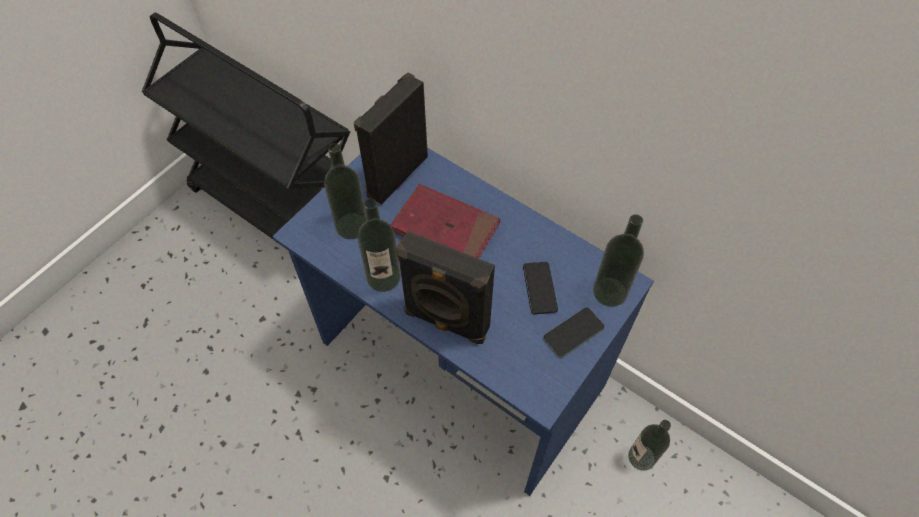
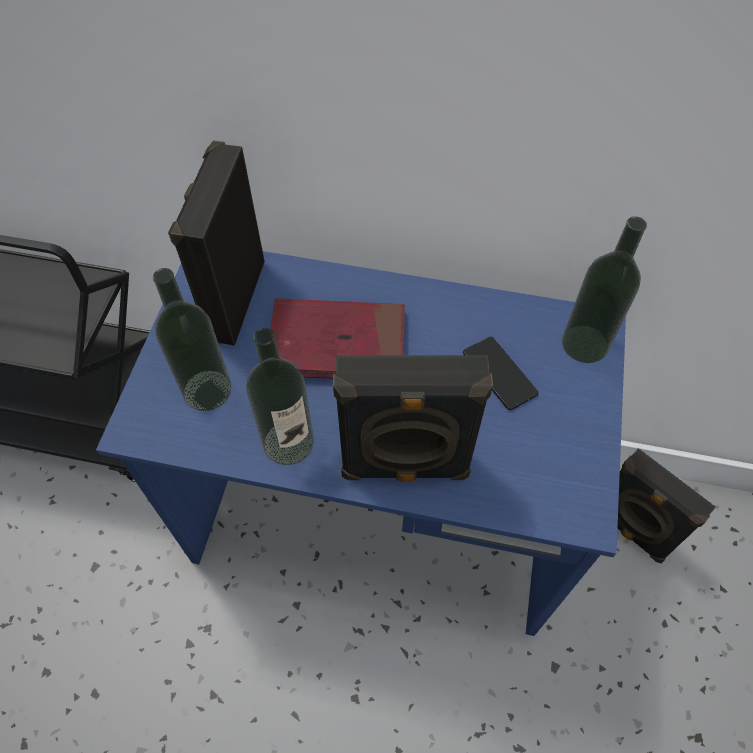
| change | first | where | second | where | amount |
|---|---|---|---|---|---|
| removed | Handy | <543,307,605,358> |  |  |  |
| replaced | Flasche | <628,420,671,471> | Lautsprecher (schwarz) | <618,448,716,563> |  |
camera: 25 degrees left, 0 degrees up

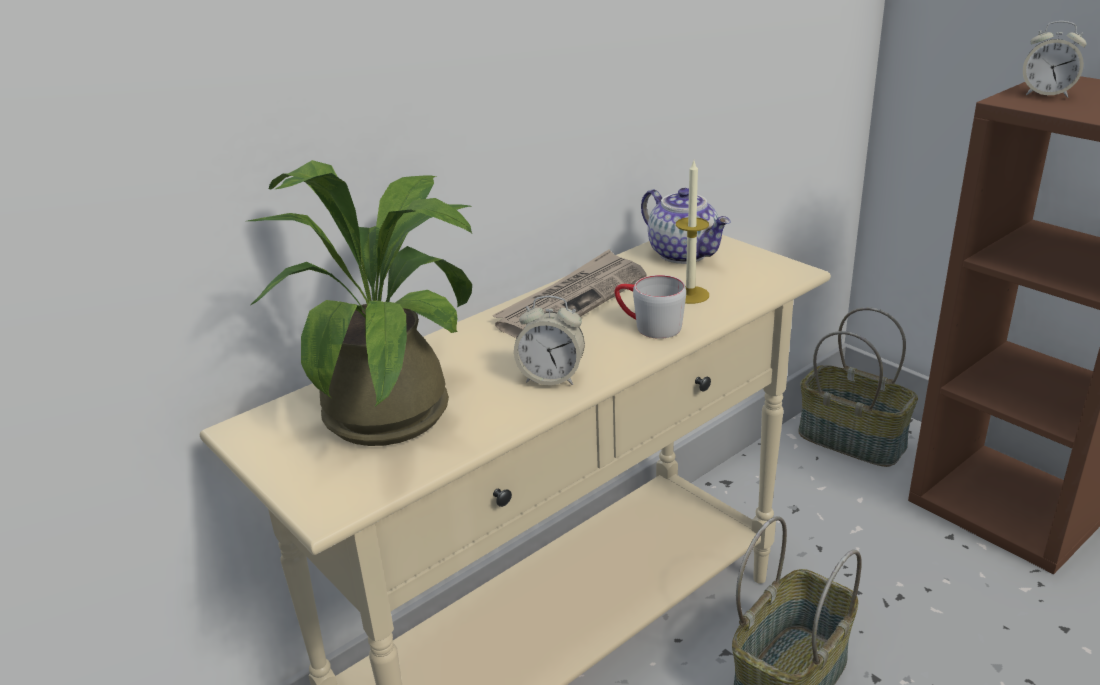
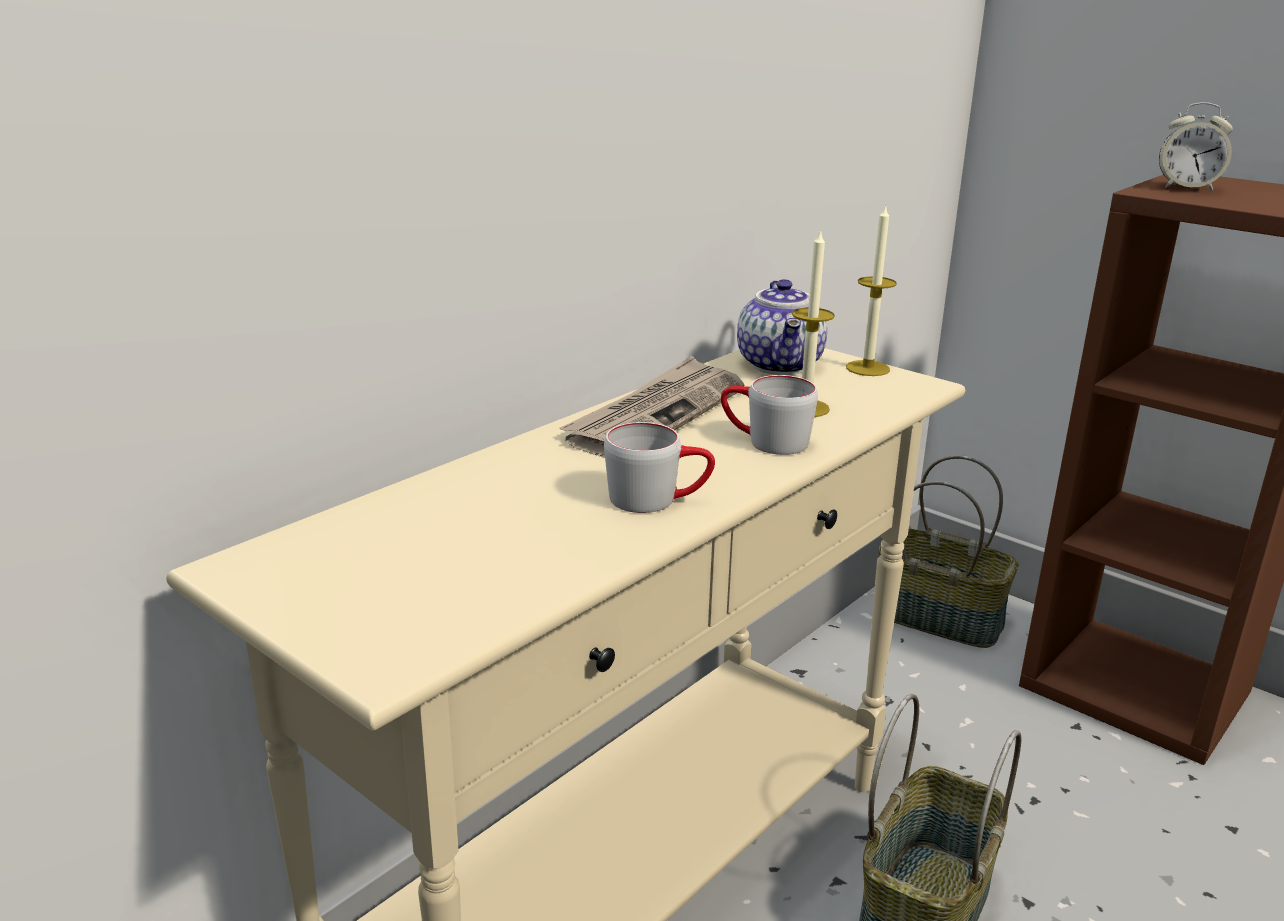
| change | first | where | second | where | amount |
|---|---|---|---|---|---|
| removed | Topfpflanze | <248,160,472,446> |  |  |  |
| added |  |  | Kerze | <846,204,897,376> |  |
| replaced | Wecker | <514,296,585,385> | Henkelbecher (grau) | <604,422,715,513> |  |
| turned | Teekanne | <641,188,731,264> |  | <737,279,827,375> | 45 degrees clockwise |
camera: 10 degrees left, 5 degrees down

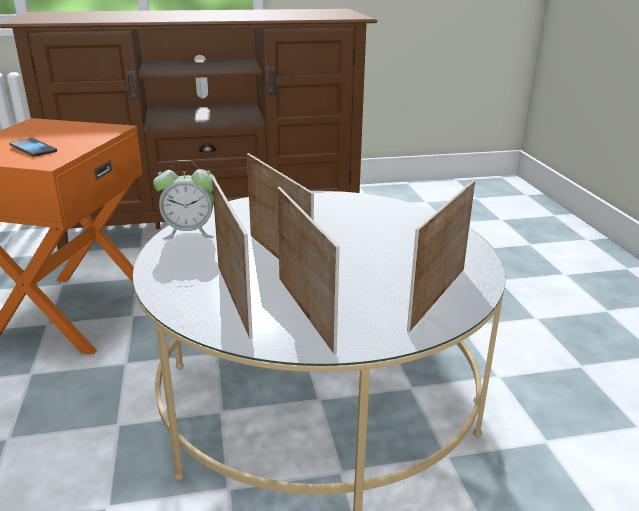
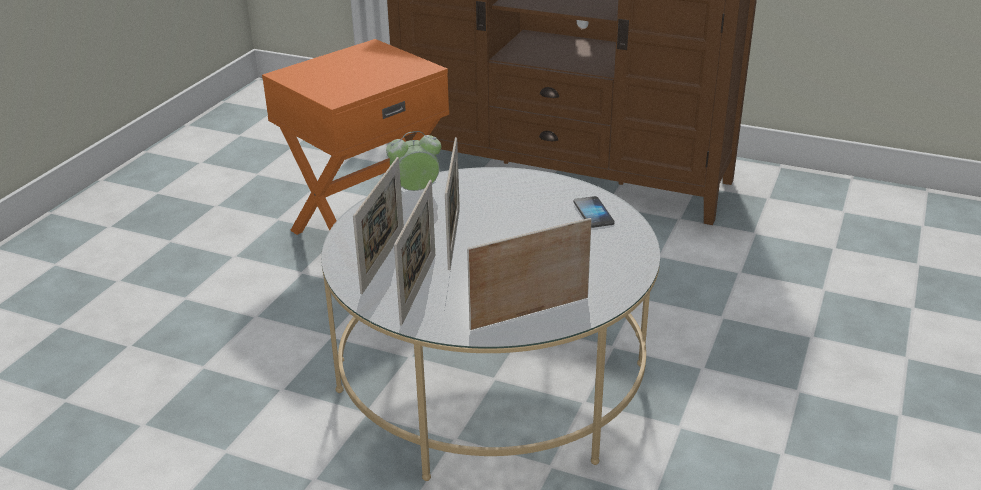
| change | first | where | second | where | amount |
|---|---|---|---|---|---|
| moved | Handy | <9,138,57,157> |  | <573,196,615,228> |  |
| turned | Wecker | <153,160,216,239> |  | <386,131,441,191> | 135 degrees clockwise |
camera: 35 degrees right, 5 degrees up

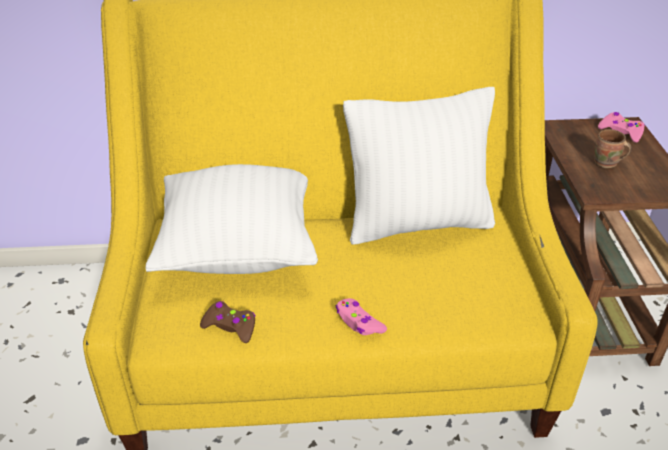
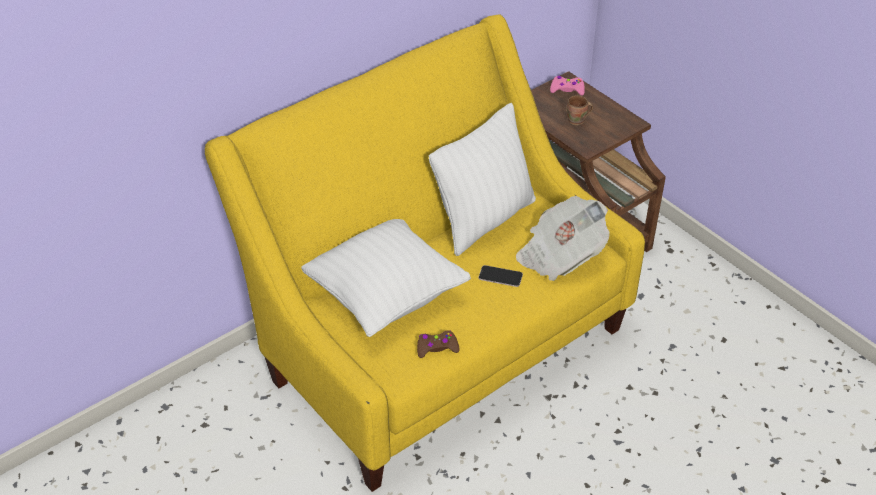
| change | first | where | second | where | amount |
|---|---|---|---|---|---|
| removed | Gamepad (rosa) | <336,298,387,335> |  |  |  |
| added |  |  | Handy | <479,265,523,287> |  |
| added |  |  | Zeitung | <516,196,610,281> |  |
camera: 35 degrees left, 5 degrees up

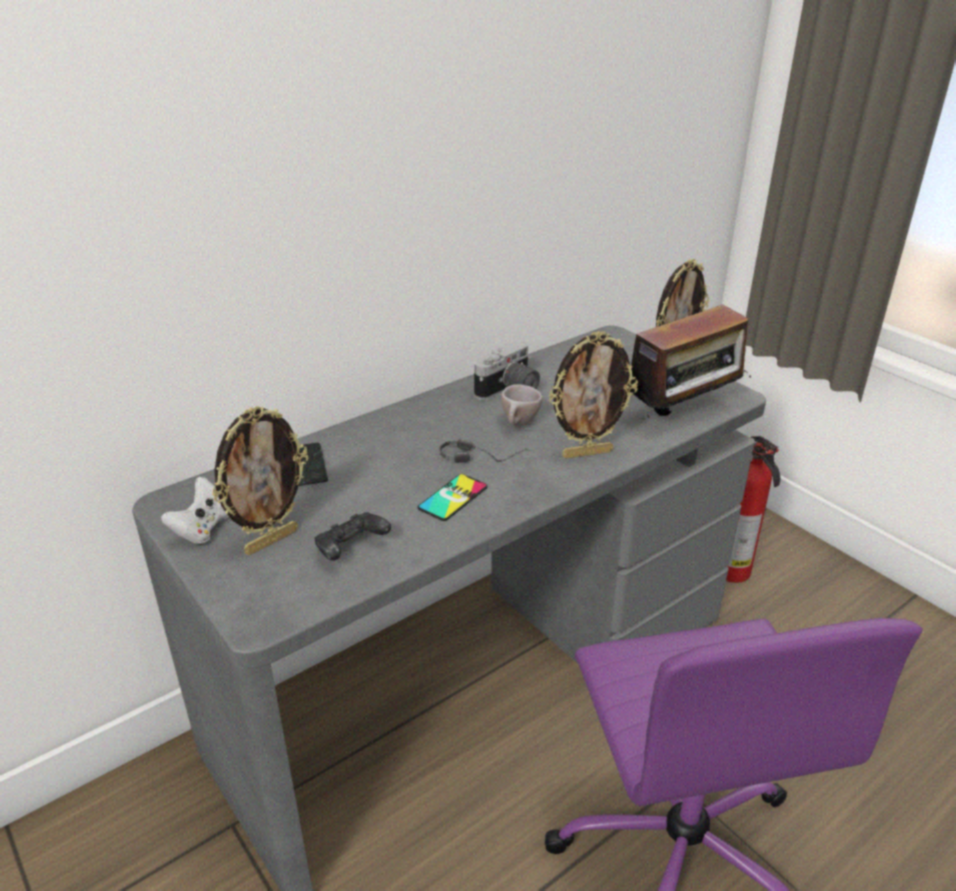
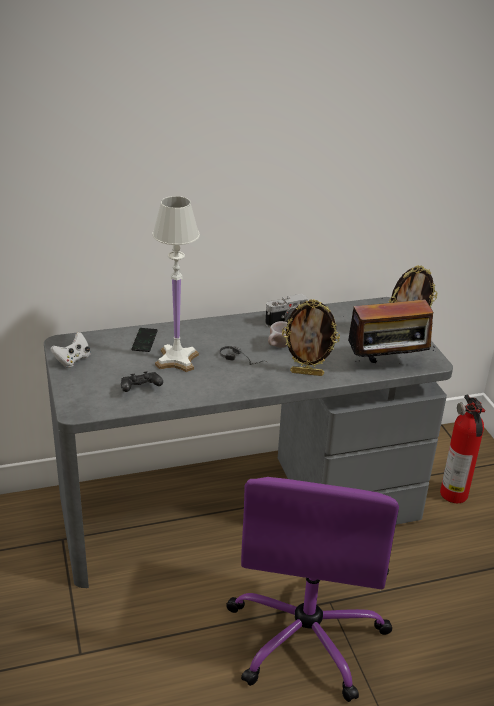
| change | first | where | second | where | amount |
|---|---|---|---|---|---|
| removed | Bilderrahmen | <212,406,308,555> |  |  |  |
| removed | Handy | <417,474,487,521> |  |  |  |
| added |  |  | Tischlampe (weiß) | <152,196,200,372> |  |
camera: 20 degrees right, 0 degrees up

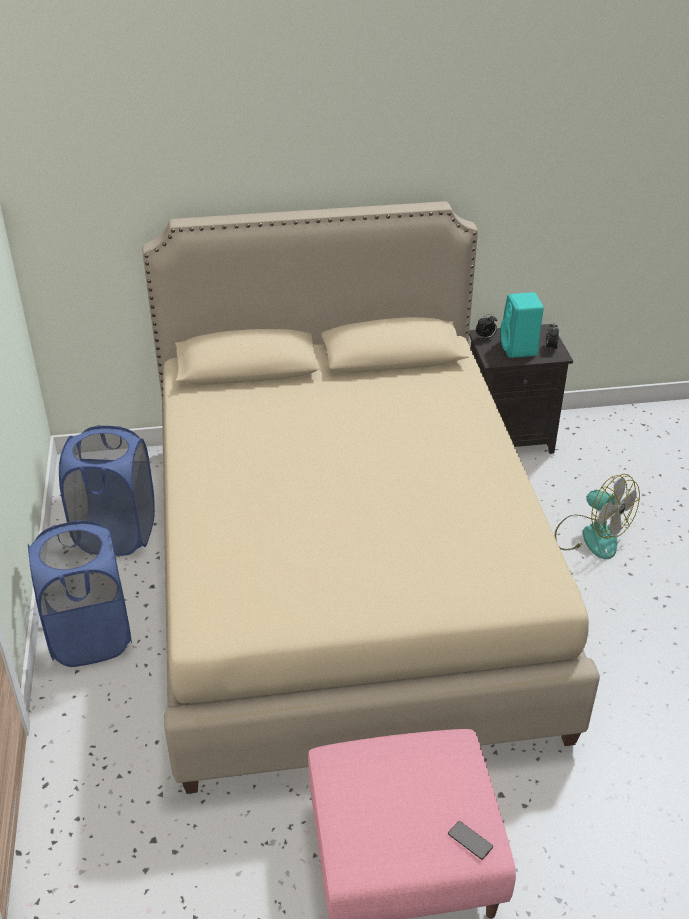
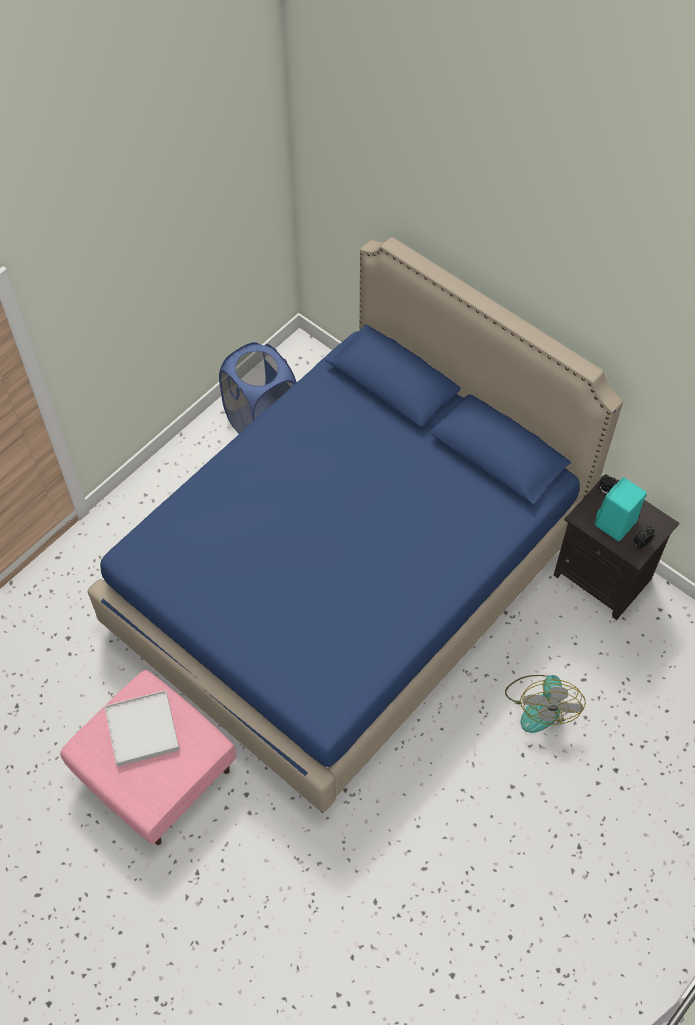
| change | first | where | second | where | amount |
|---|---|---|---|---|---|
| removed | Wäschekorb (blau) | <28,520,132,667> |  |  |  |
| removed | Handy | <448,821,493,860> |  |  |  |
| added |  |  | Tablett (weiß) | <105,690,180,767> |  |
| recoloured | Bett (beige) | <142,201,600,794> | Bett (blau) | <87,237,623,813> |  |
camera: 50 degrees right, 20 degrees up

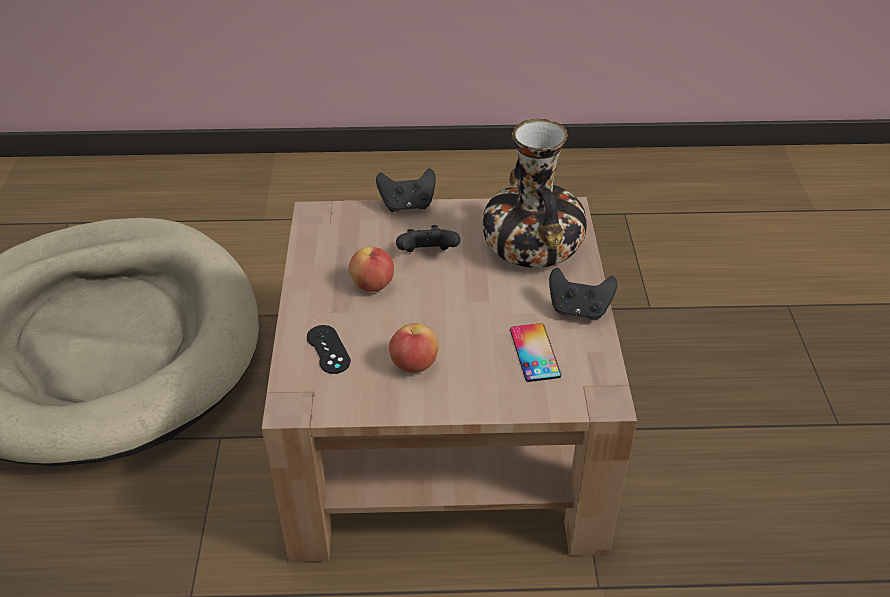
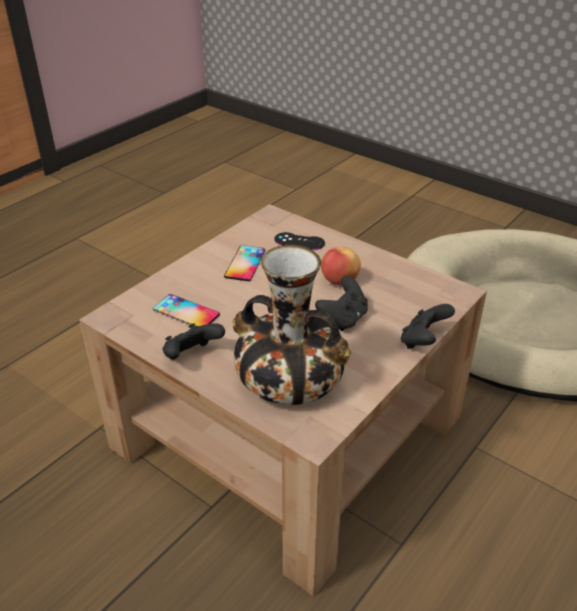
| change | first | where | second | where | amount |
|---|---|---|---|---|---|
| replaced | Apfel | <389,323,439,373> | Handy | <224,245,266,281> |  |
camera: 130 degrees right, 5 degrees down

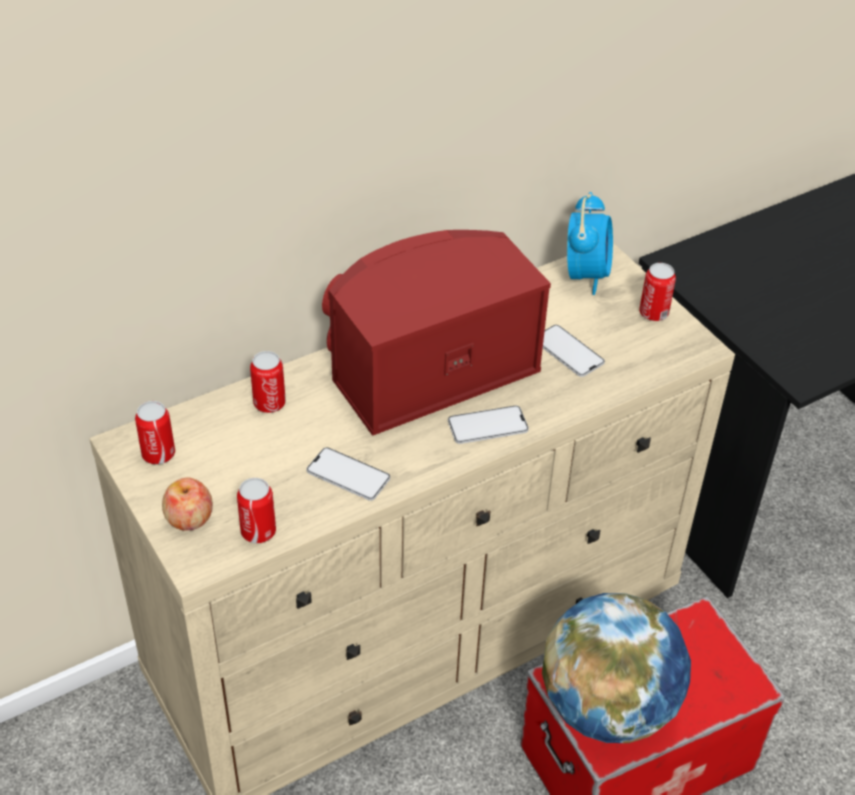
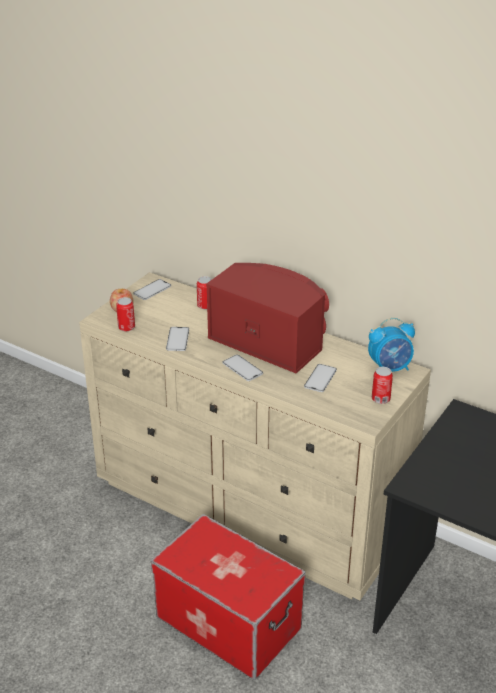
| change | first | where | second | where | amount |
|---|---|---|---|---|---|
| removed | Globus | <542,593,691,743> |  |  |  |
| replaced | Dose | <135,401,175,464> | Handy | <133,279,171,300> |  |
camera: 65 degrees right, 10 degrees down

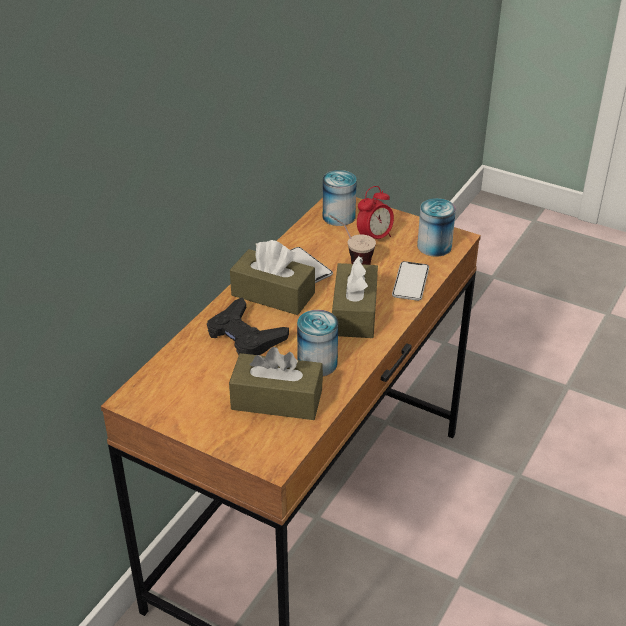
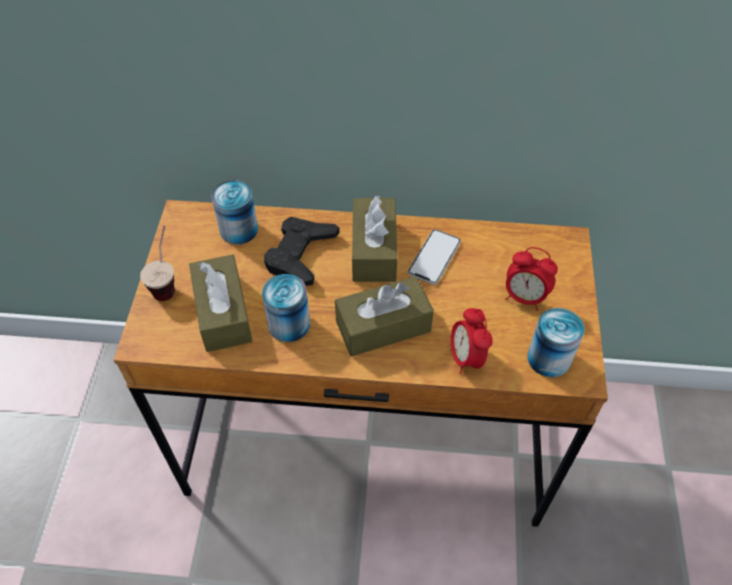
| change | first | where | second | where | amount |
|---|---|---|---|---|---|
| moved | Dose | <323,170,357,226> |  | <212,180,258,245> |  |
| moved | Tasse | <330,215,376,265> |  | <140,226,175,301> |  |
| replaced | Handy | <392,261,429,301> | Wecker | <450,308,493,374> |  |
camera: 65 degrees right, 15 degrees up

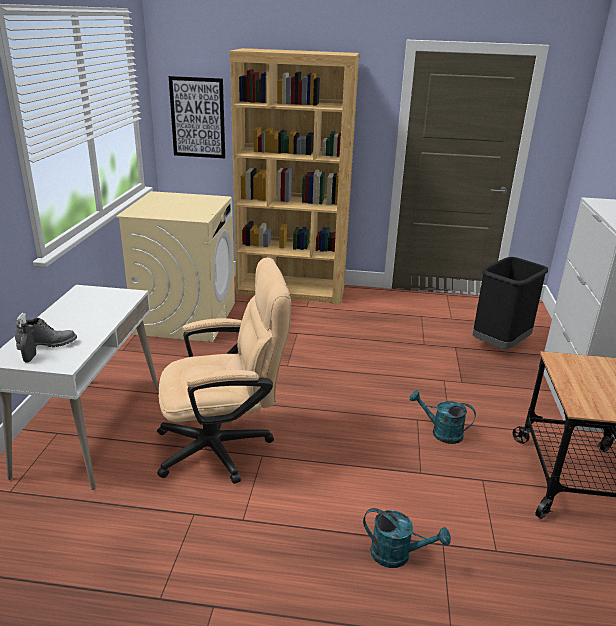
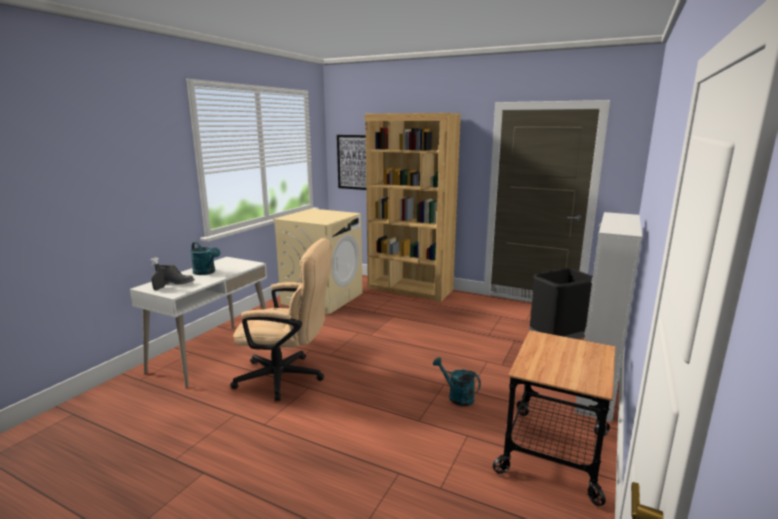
| change | first | where | second | where | amount |
|---|---|---|---|---|---|
| moved | Gießkanne (türkis) | <363,508,451,568> |  | <190,242,220,275> |  |
camera: 20 degrees right, 10 degrees down

